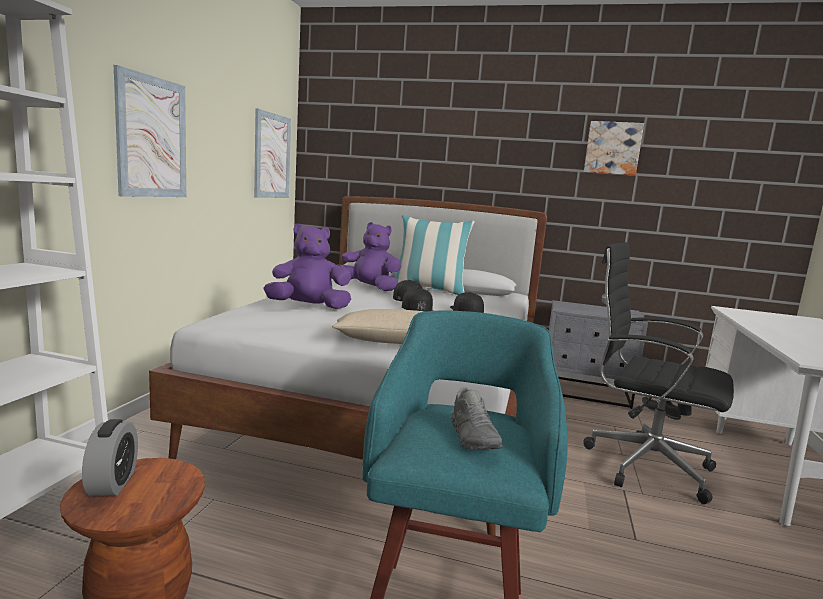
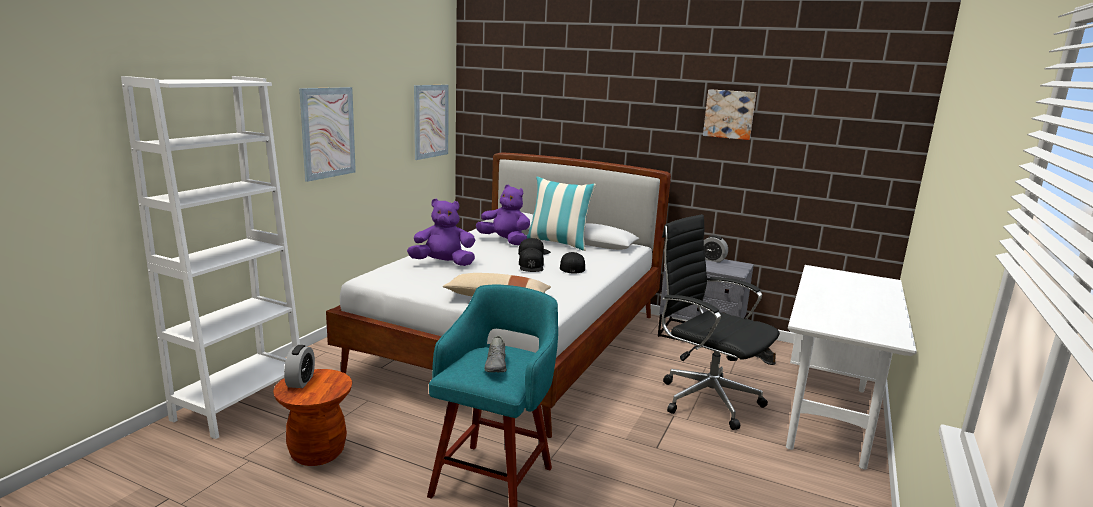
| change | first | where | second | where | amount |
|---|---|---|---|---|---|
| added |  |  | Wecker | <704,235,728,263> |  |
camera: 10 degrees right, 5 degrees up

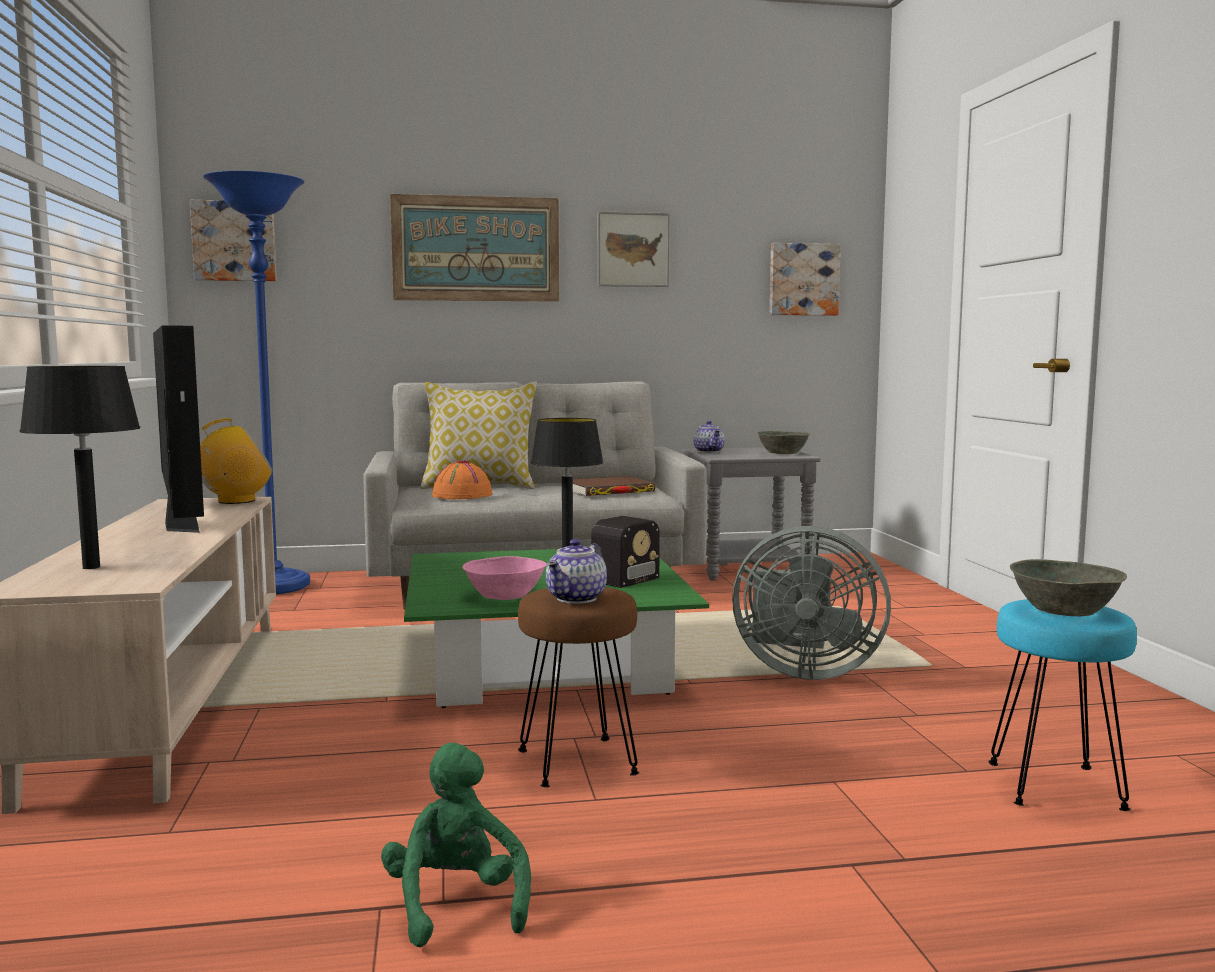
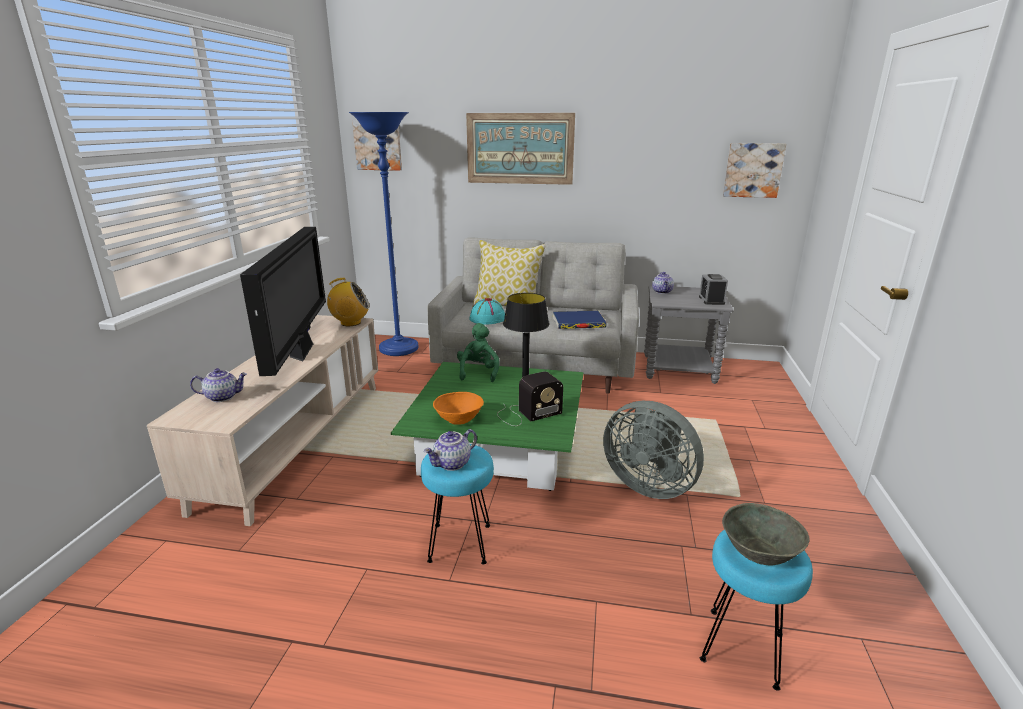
| change | first | where | second | where | amount |
|---|---|---|---|---|---|
| removed | Bild | <598,211,670,287> |  |  |  |
| moved | Plüschtier (grün) | <381,743,531,947> |  | <457,323,500,382> |  |
| replaced | Tischlampe (schwarz) | <19,366,140,569> | Teekanne | <190,368,247,402> |  |
| replaced | Schüssel (grau) | <757,431,811,454> | Wecker | <699,274,728,305> |  |
| recoloured | Hut (orange) | <432,460,493,499> | Hut (türkis) | <469,298,505,325> |  |
| recoloured | Schüssel (rosa) | <462,556,547,600> | Schüssel (orange) | <433,392,484,425> |  |
| recoloured | Hocker (braun) | <518,587,639,787> | Hocker (türkis) | <421,444,494,565> |  |
| recoloured | Buch (braun) | <573,476,655,496> | Buch (blau) | <553,311,607,329> |  |
camera: 20 degrees right, 15 degrees up

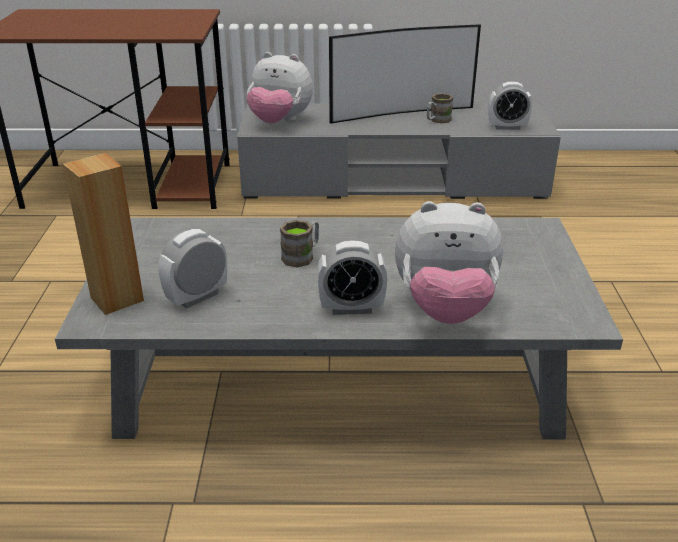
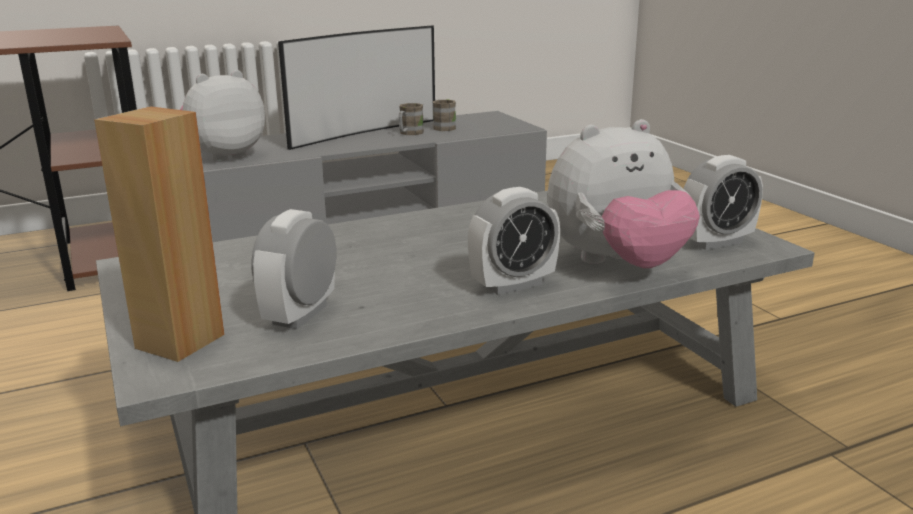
| change | first | where | second | where | amount |
|---|---|---|---|---|---|
| moved | Henkelbecher (braun) | <280,220,319,268> |  | <433,100,456,131> |  |
| moved | Wecker | <488,82,532,130> |  | <683,155,763,250> |  |
| turned | Plüschtier | <246,52,313,124> |  | <180,70,265,162> | 150 degrees clockwise |
camera: 25 degrees left, 10 degrees down

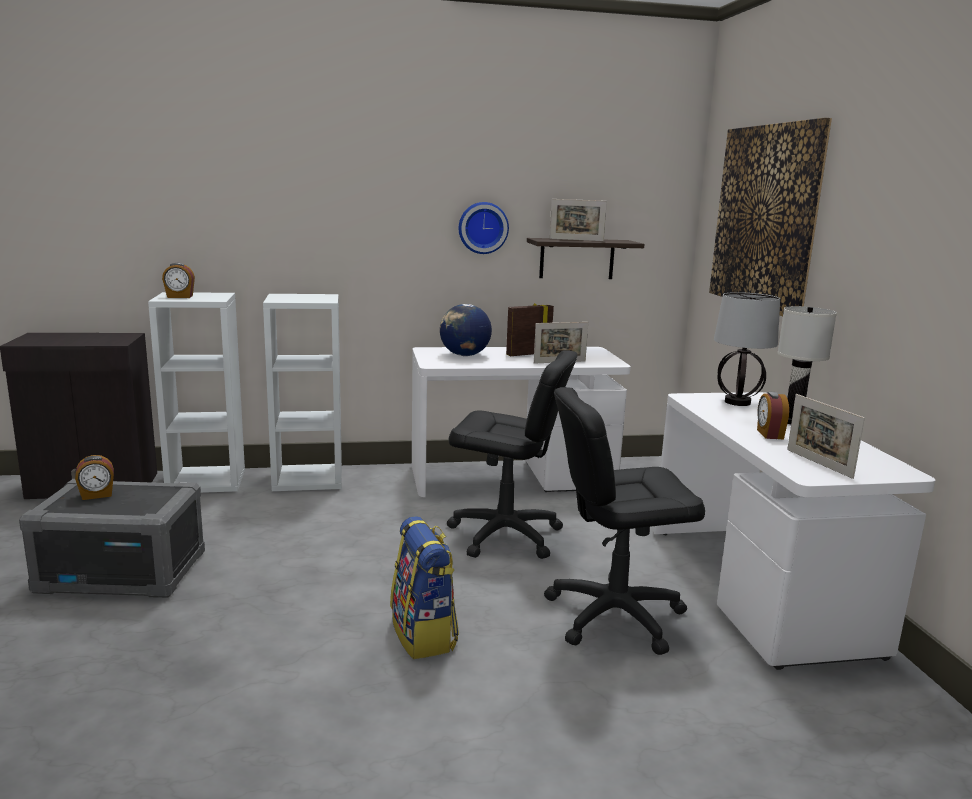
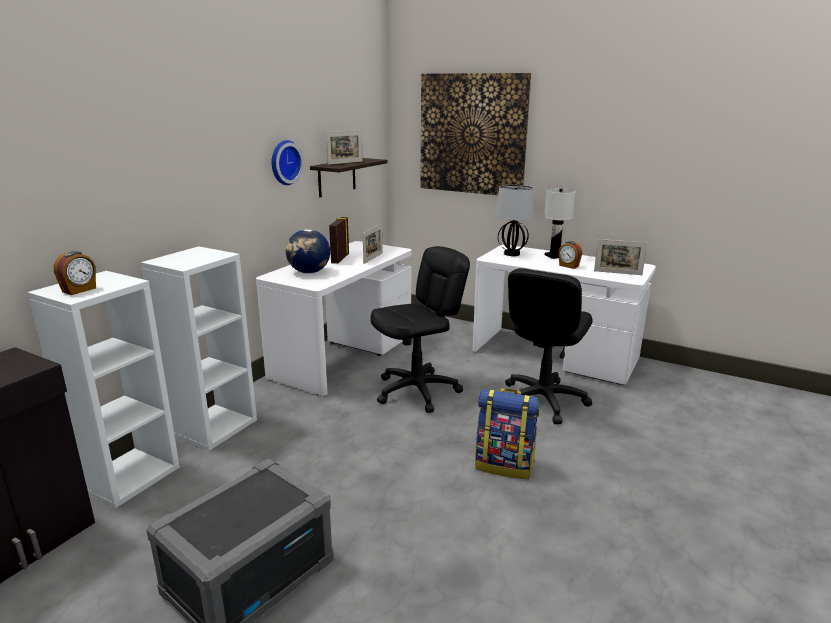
| change | first | where | second | where | amount |
|---|---|---|---|---|---|
| removed | Wecker | <75,455,114,500> |  |  |  |
camera: 50 degrees left, 5 degrees up

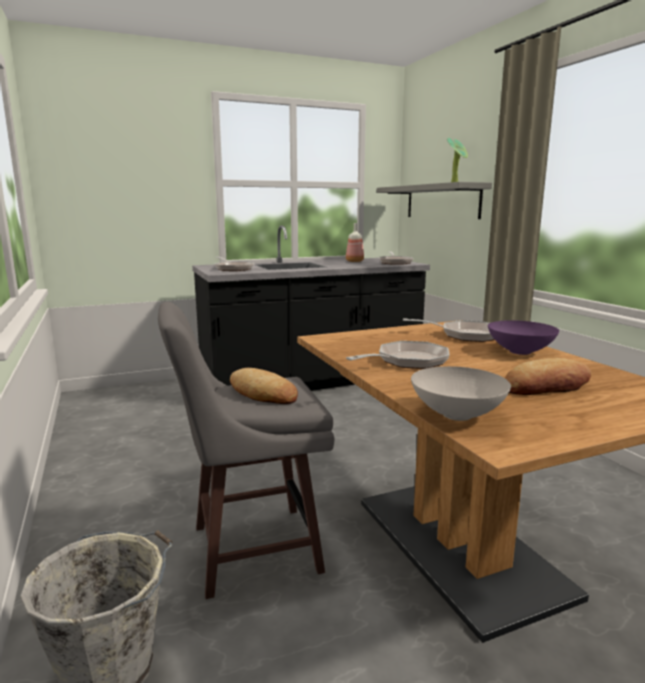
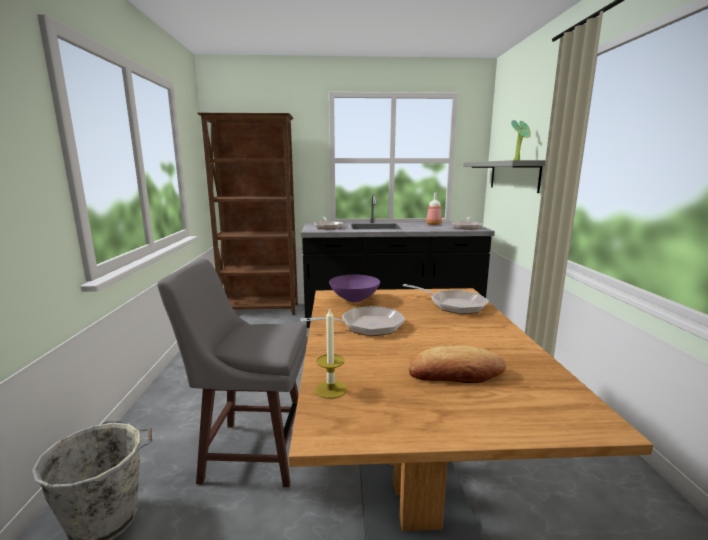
| change | first | where | second | where | amount |
|---|---|---|---|---|---|
| removed | Brot | <230,368,298,404> |  |  |  |
| added |  |  | Bücherregal (braun) | <197,113,298,315> |  |
| moved | Schüssel (lila) | <488,320,559,355> |  | <329,275,380,302> |  |
| replaced | Schüssel (weiß) | <411,366,511,421> | Kerze | <315,307,347,399> |  |
camera: 20 degrees right, 0 degrees up

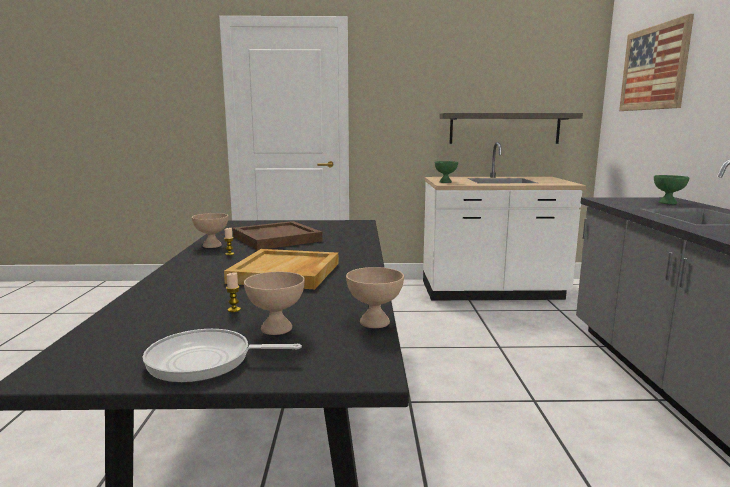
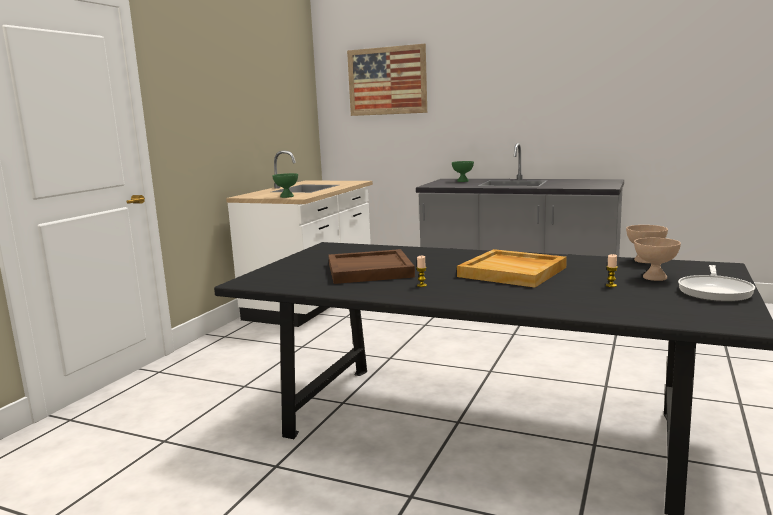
| change | first | where | second | where | amount |
|---|---|---|---|---|---|
| removed | Schüssel (beige) | <192,213,228,248> |  |  |  |
| removed | Wandregal | <439,113,583,144> |  |  |  |
camera: 65 degrees left, 0 degrees up

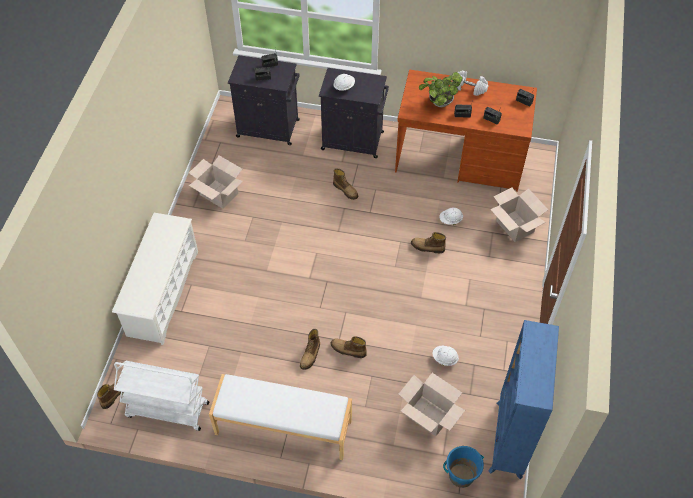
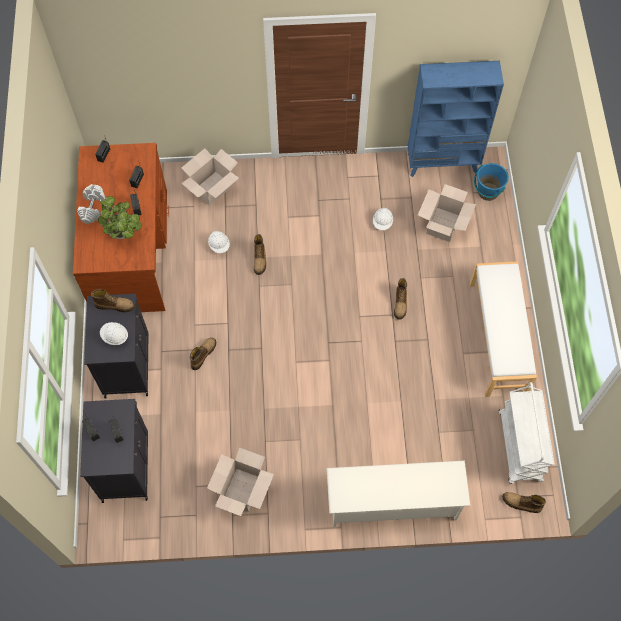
| change | first | where | second | where | amount |
|---|---|---|---|---|---|
| moved | Stiefel | <300,329,320,370> |  | <91,289,135,312> |  |
camera: 105 degrees left, 10 degrees up

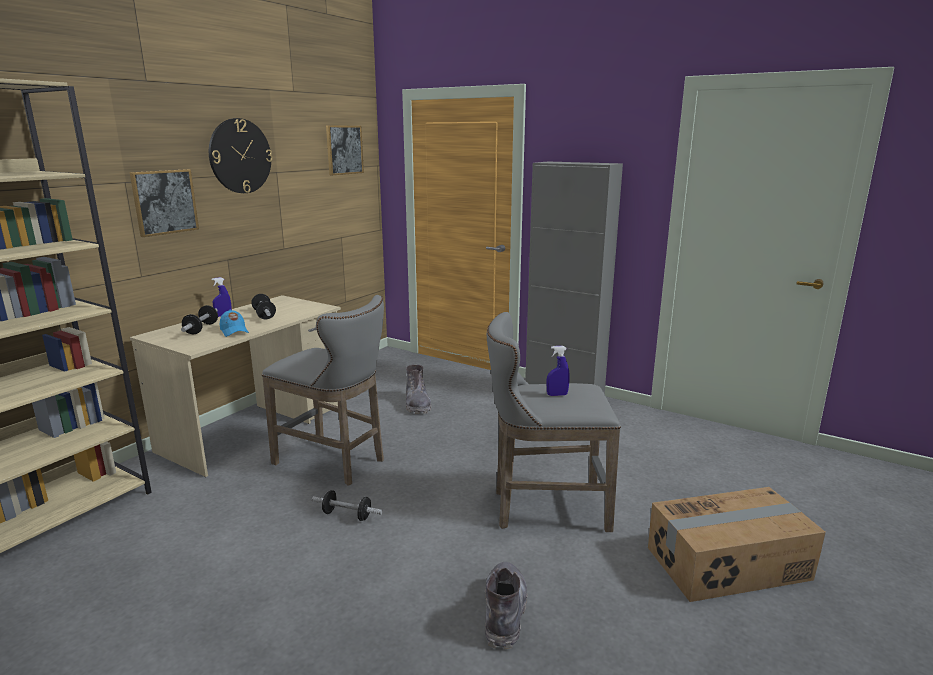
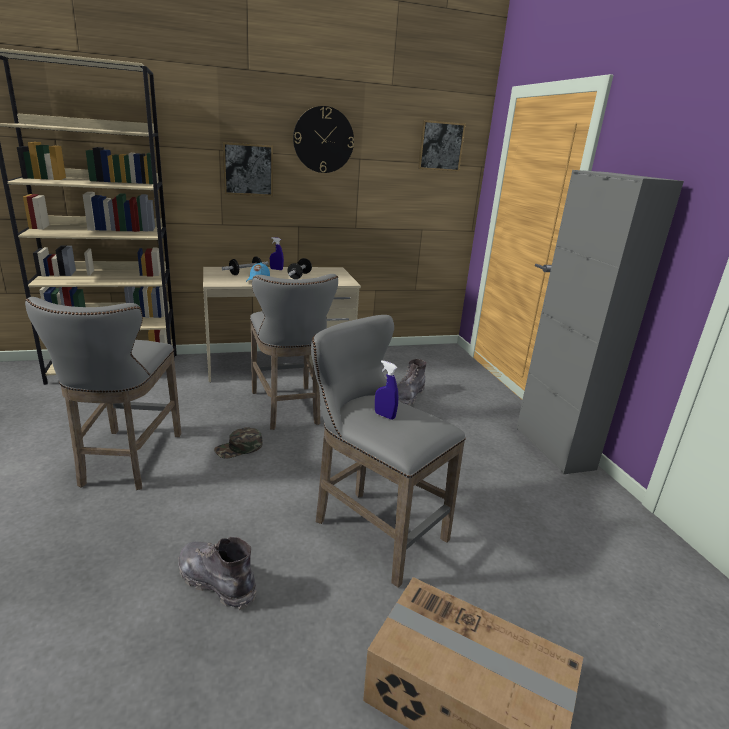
| change | first | where | second | where | amount |
|---|---|---|---|---|---|
| added |  |  | Hocker (grau) | <25,297,181,490> |  |
| replaced | Hantel | <312,490,383,521> | Kappe (grün) | <214,427,263,459> |  |
| turned | Stiefel (grau) | <485,562,528,650> |  | <178,537,257,610> | 105 degrees counterclockwise |
camera: 40 degrees right, 5 degrees up

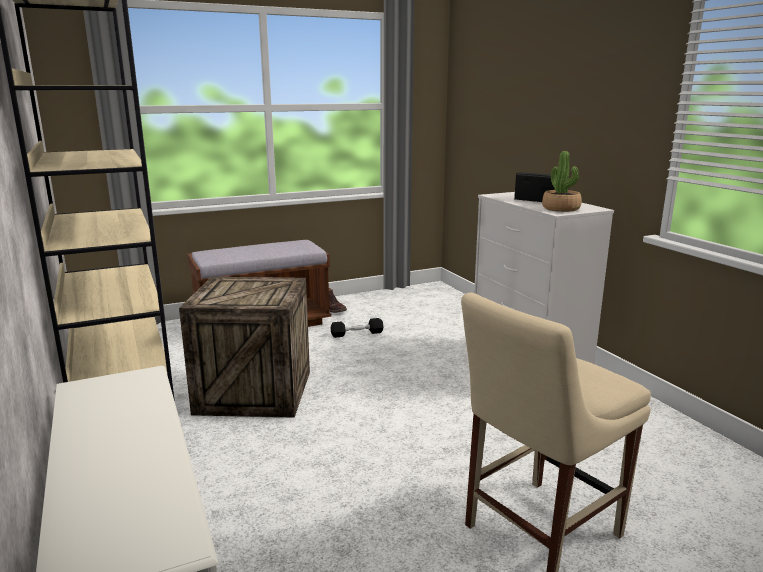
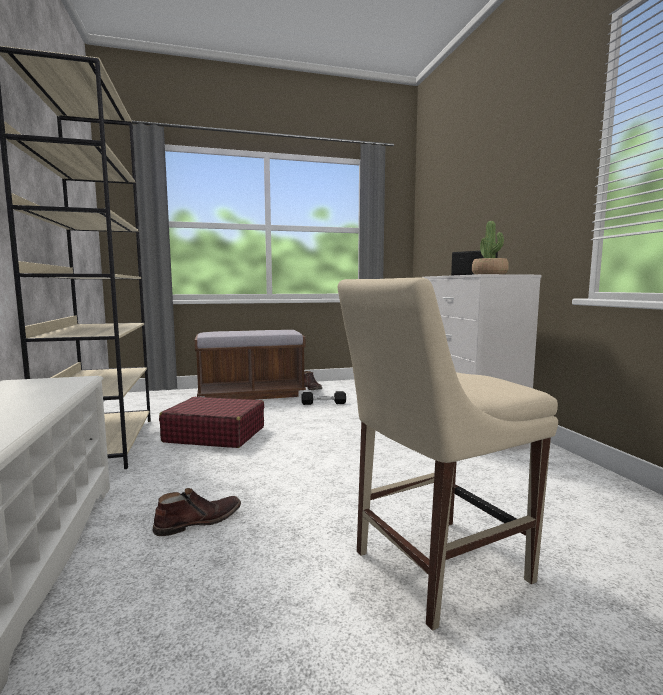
| change | first | where | second | where | amount |
|---|---|---|---|---|---|
| added |  |  | Stiefel (braun) | <153,488,241,536> |  |
| replaced | Kiste | <179,277,310,418> | Koffer (rot) | <159,397,264,448> |  |
camera: 10 degrees right, 10 degrees down

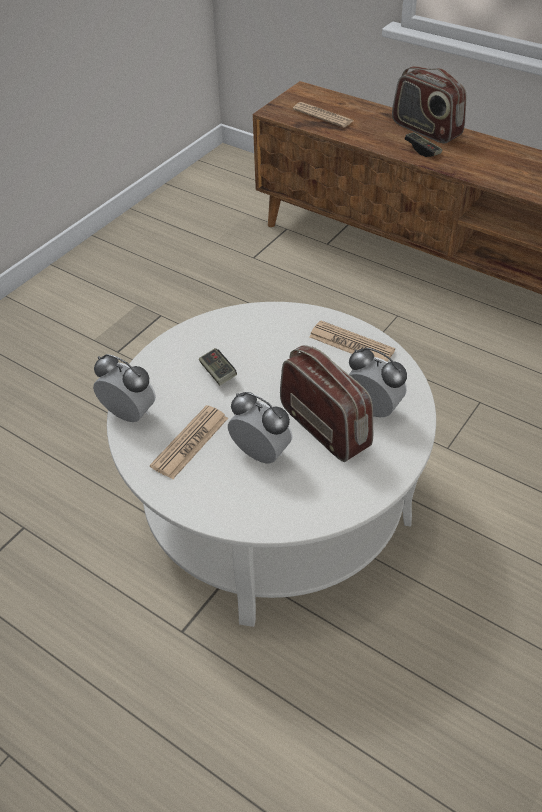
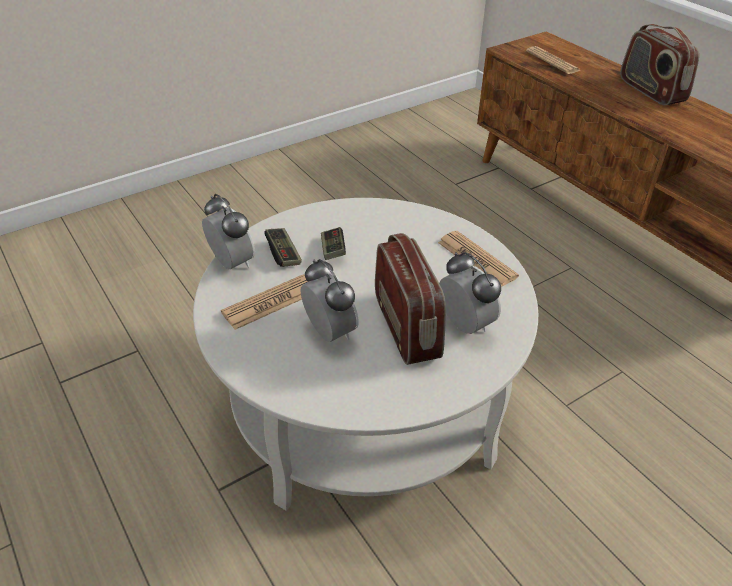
| change | first | where | second | where | amount |
|---|---|---|---|---|---|
| moved | Gamepad | <404,132,442,157> |  | <264,228,302,267> |  |
camera: 20 degrees right, 5 degrees down

